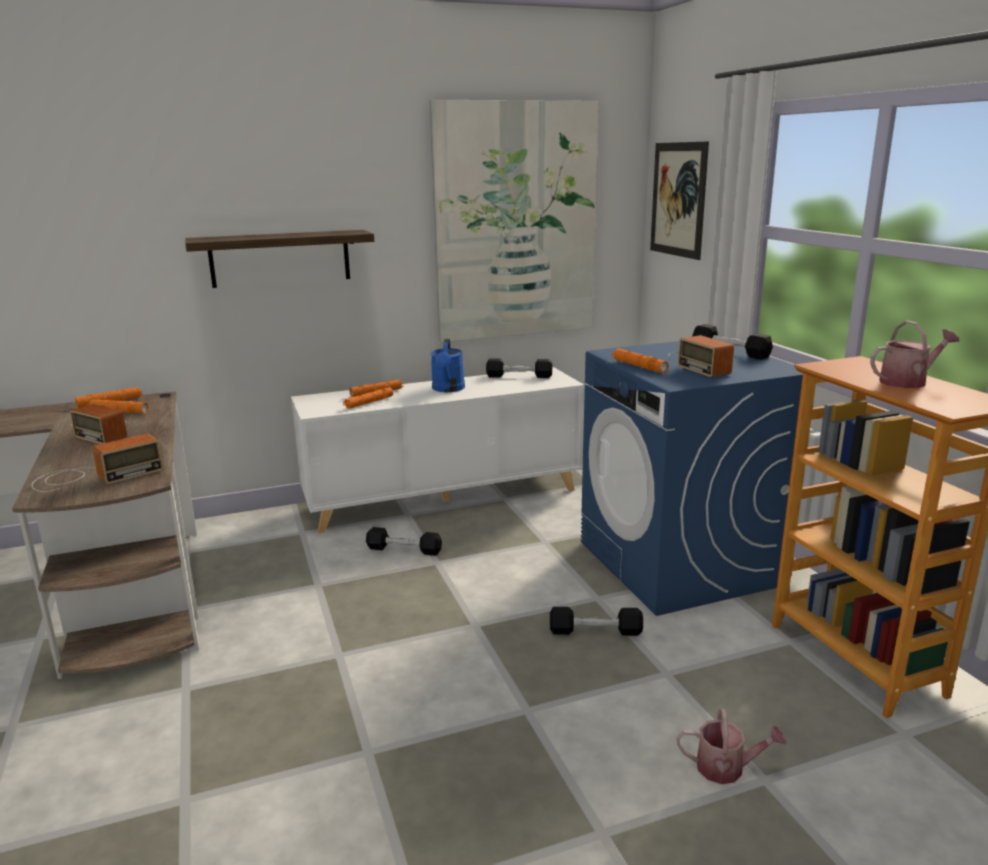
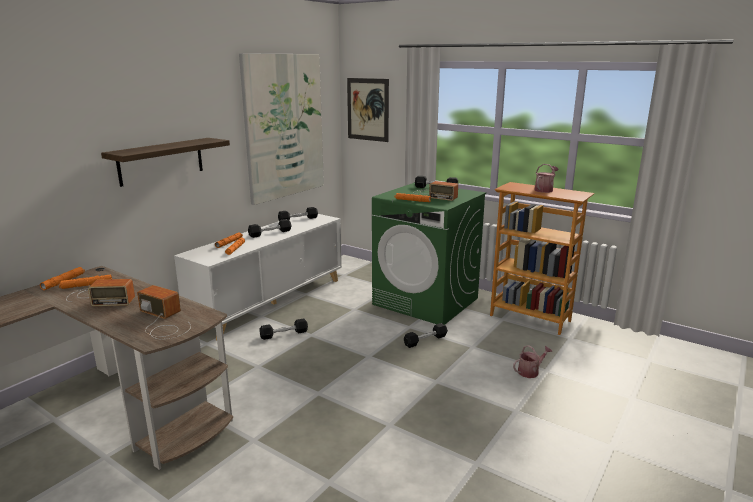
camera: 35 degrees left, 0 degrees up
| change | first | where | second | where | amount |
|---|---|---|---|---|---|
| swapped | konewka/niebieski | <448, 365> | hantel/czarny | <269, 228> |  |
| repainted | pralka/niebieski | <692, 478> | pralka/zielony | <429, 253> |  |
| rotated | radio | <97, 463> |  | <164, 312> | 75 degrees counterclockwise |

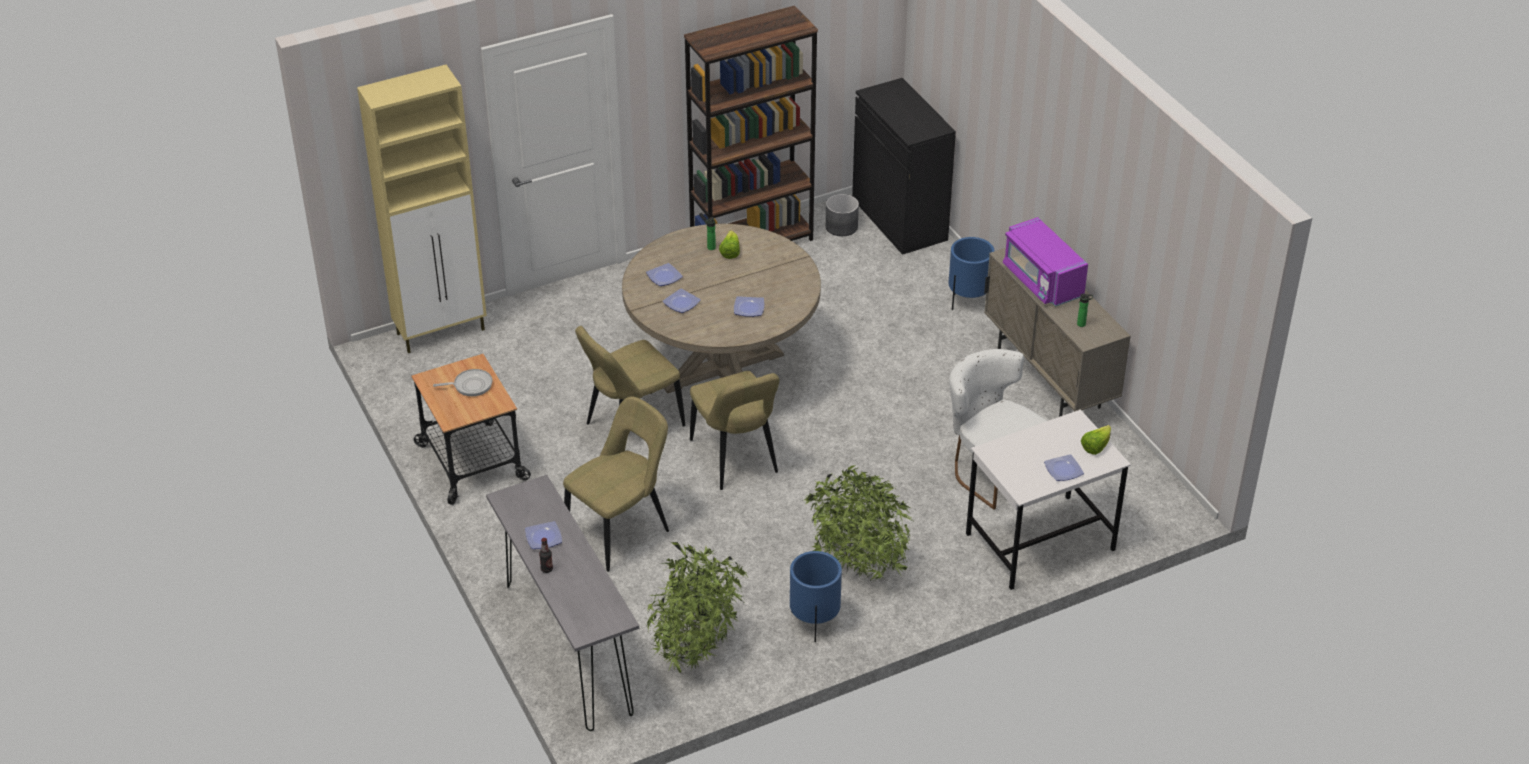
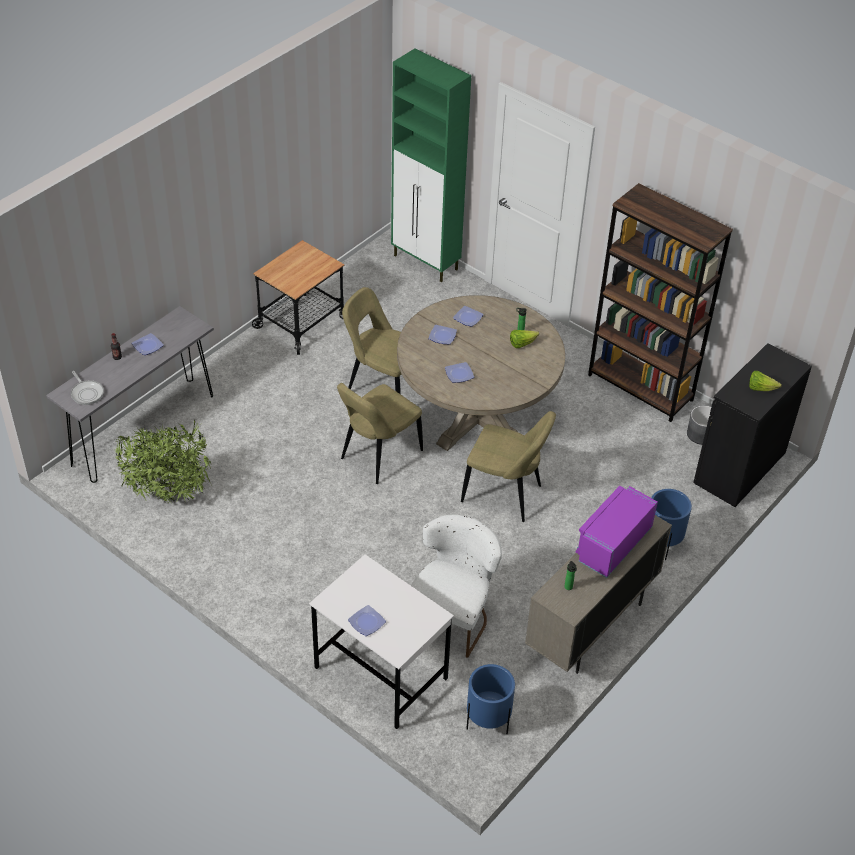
camera: 65 degrees right, 5 degrees up
| change | first | where | second | where | amount |
|---|---|---|---|---|---|
| repainted | szafka/beżowy | <422, 209> | szafka/zielony | <431, 165> |  |
| shifted | patelnia | <462, 382> |  | <87, 388> |  |
| shifted | krzesło/beżowy | <616, 484> |  | <508, 466> |  |
| shifted | sałata | <1096, 440> |  | <765, 381> |  |
| gone | roślina doniczkowa | <859, 524> |  |  |  |
| shifted | donica/niebieski | <816, 596> |  | <490, 699> |  |

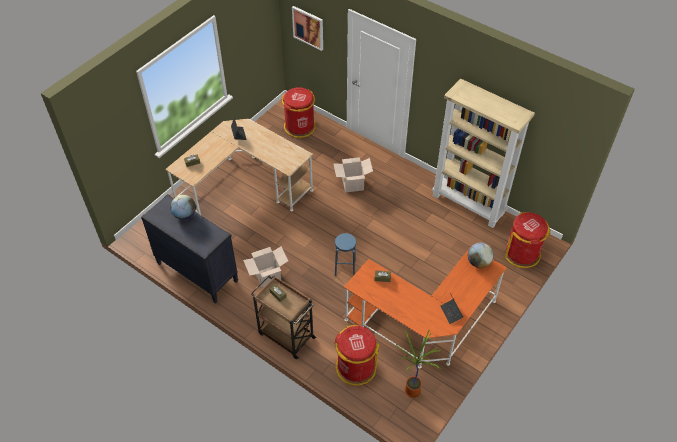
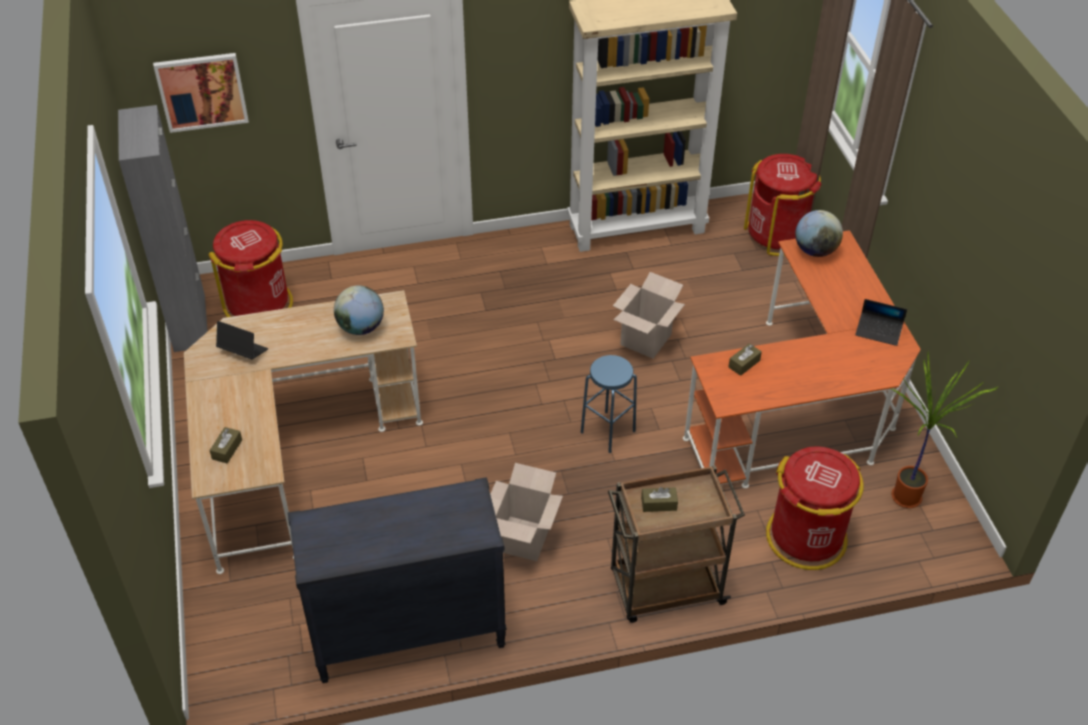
camera: 50 degrees left, 5 degrees down
| change | first | where | second | where | amount |
|---|---|---|---|---|---|
| shifted | karton | <353, 175> |  | <649, 315> |  |
| shifted | globus | <183, 207> |  | <359, 310> |  |
| new |  |  | szafka/szary | <163, 228> |  |

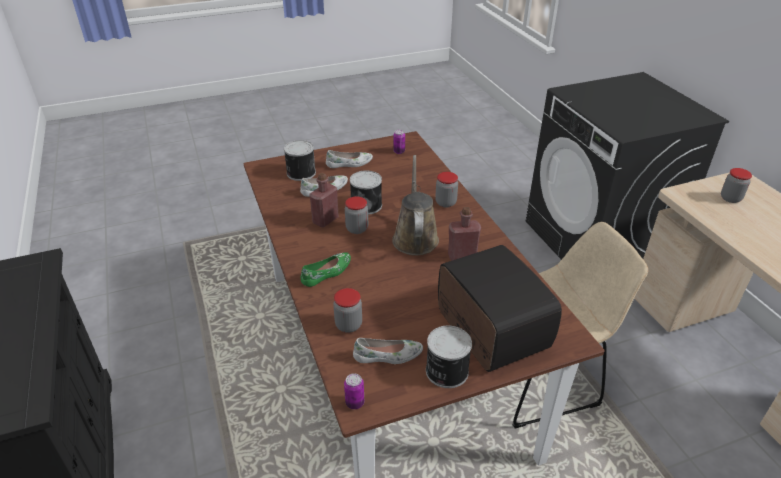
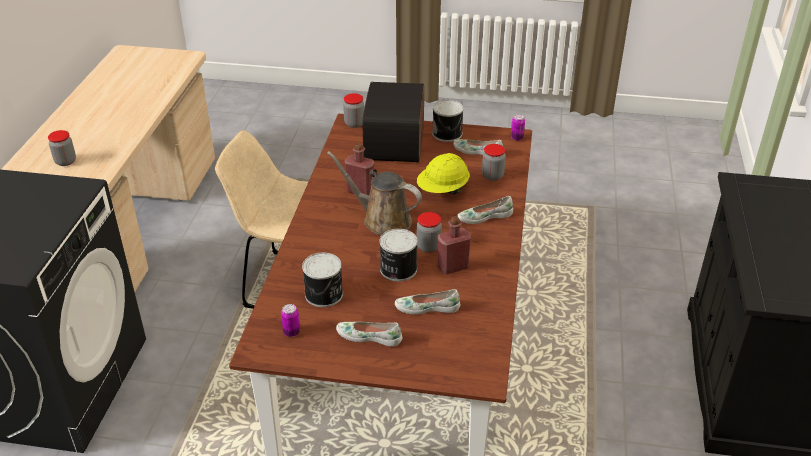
camera: 150 degrees left, 0 degrees up
| change | first | where | second | where | amount |
|---|---|---|---|---|---|
| shifted | puszka | <300, 160> |  | <322, 279> |  |
| rotated | konewka/brązowy | <415, 205> |  | <374, 193> | 90 degrees clockwise |
| shifted | słoik | <446, 190> |  | <353, 110> |  |
| repainted | but/zielony | <326, 269> | but/biały | <485, 210> |  |
| new |  |  | kask/żółty | <443, 173> |  |

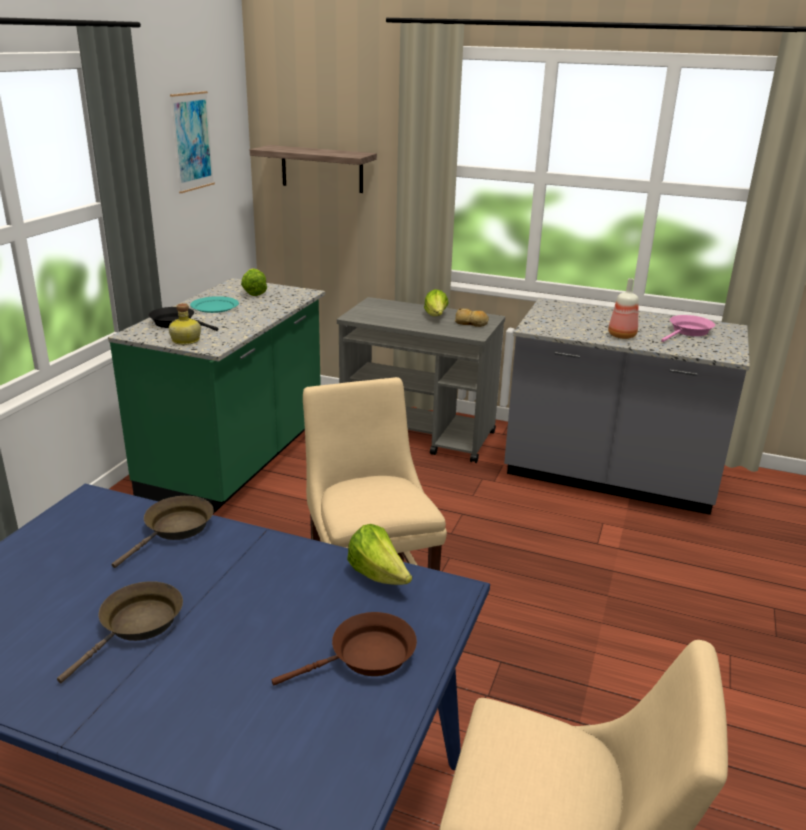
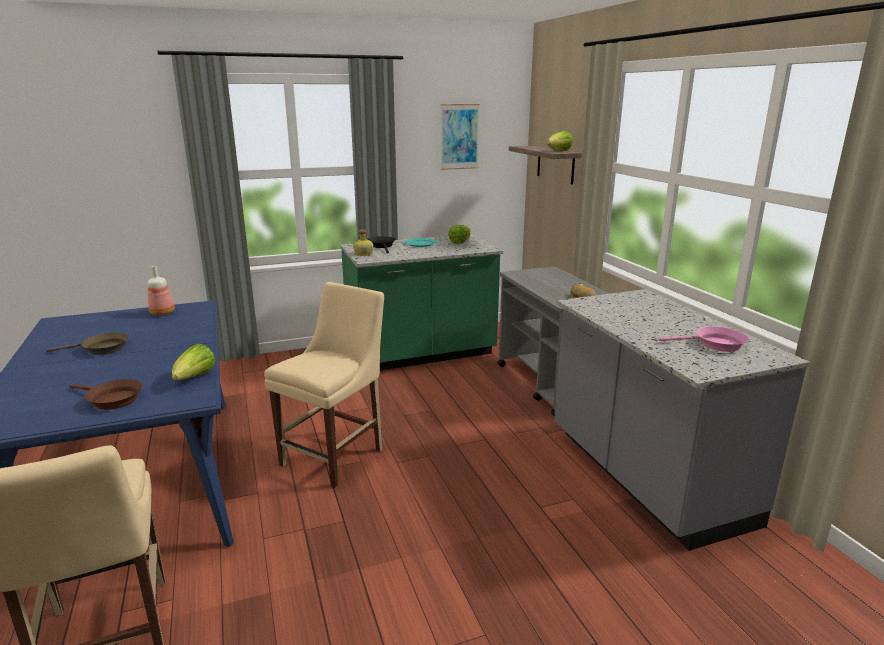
camera: 50 degrees right, 5 degrees down
| change | first | where | second | where | amount |
|---|---|---|---|---|---|
| shifted | butelka | <623, 308> |  | <161, 291> |  |
| shifted | sałata | <436, 302> |  | <560, 140> |  |
| gone | patelnia/brązowy | <162, 532> |  |  |  |

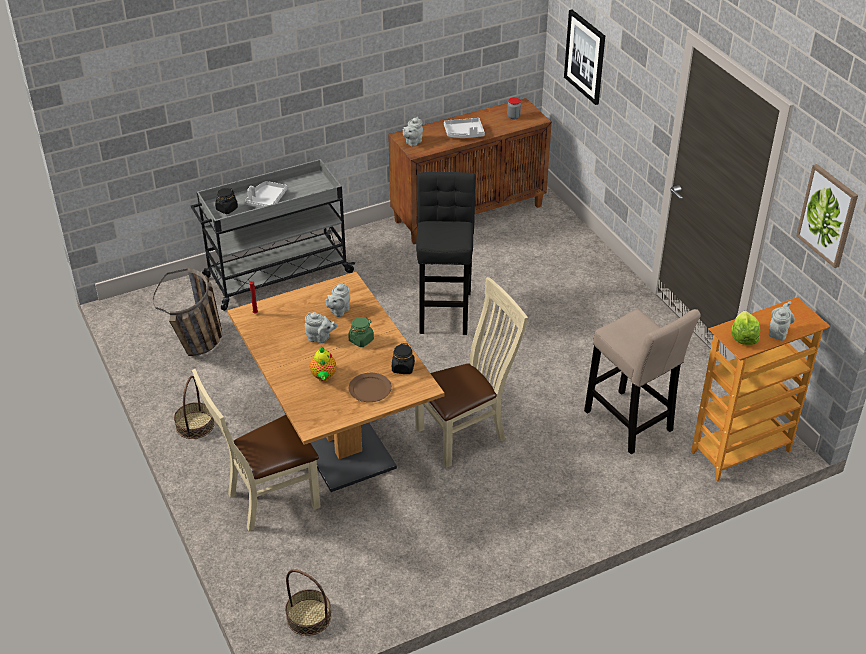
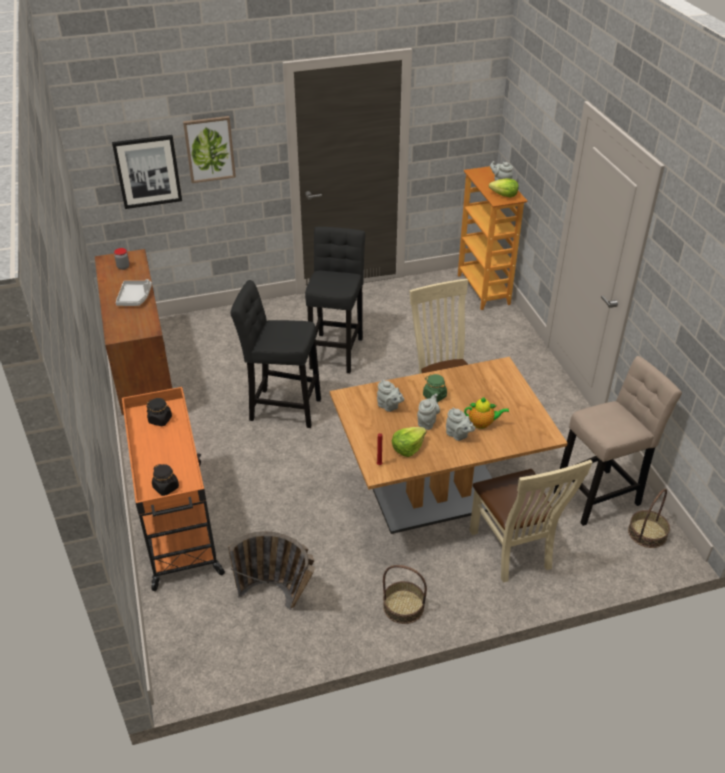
camera: 80 degrees left, 0 degrees up
| change | first | where | second | where | amount |
|---|---|---|---|---|---|
| shifted | imbryk/szary | <413, 132> |  | <460, 424> |  |
| repainted | wózek/szary | <273, 235> | wózek/pomarańczowy | <173, 489> |  |
| shifted | obraz | <827, 216> |  | <209, 149> |  |
| gone | taca/szary | <266, 194> |  |  |  |
| shifted | stołek/beżowy | <642, 381> |  | <618, 441> |  |
| shifted | słoik/czarny | <403, 358> |  | <159, 412> |  |
| gone | talerz/brązowy | <370, 387> |  |  |  |
| new |  |  | stołek/czarny | <335, 300> |  |
| new |  |  | sałata | <409, 442> |  |

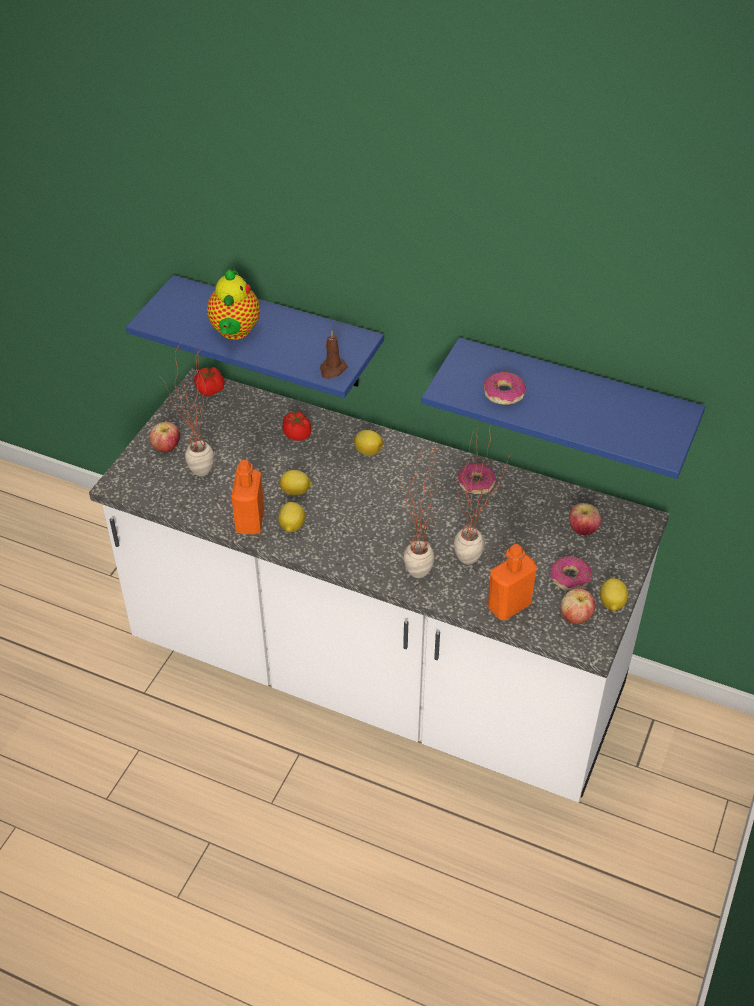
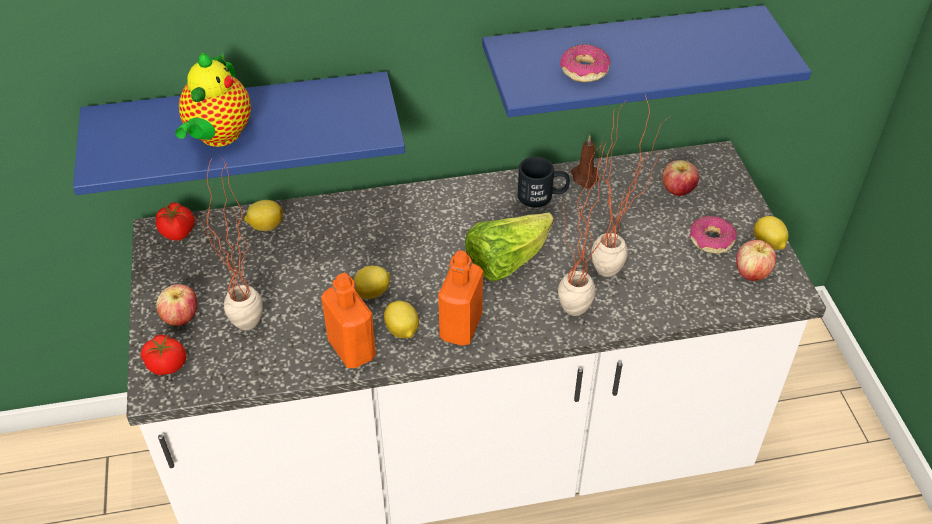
camera: 35 degrees left, 0 degrees up
| change | first | where | second | where | amount |
|---|---|---|---|---|---|
| rotated | imbryk | <233, 304> |  | <213, 100> | 45 degrees clockwise |
| shifted | świeca/brązowy | <333, 354> |  | <585, 162> |  |
| shifted | pomidor | <296, 426> |  | <164, 355> |  |
| shifted | cytryna | <368, 443> |  | <263, 215> |  |
| swapped | donut | <476, 478> | kubek/czarny | <544, 182> |  |
| shifted | butelka/pomarańczowy | <512, 582> |  | <460, 297> |  |
| new |  |  | sałata | <509, 247> |  |

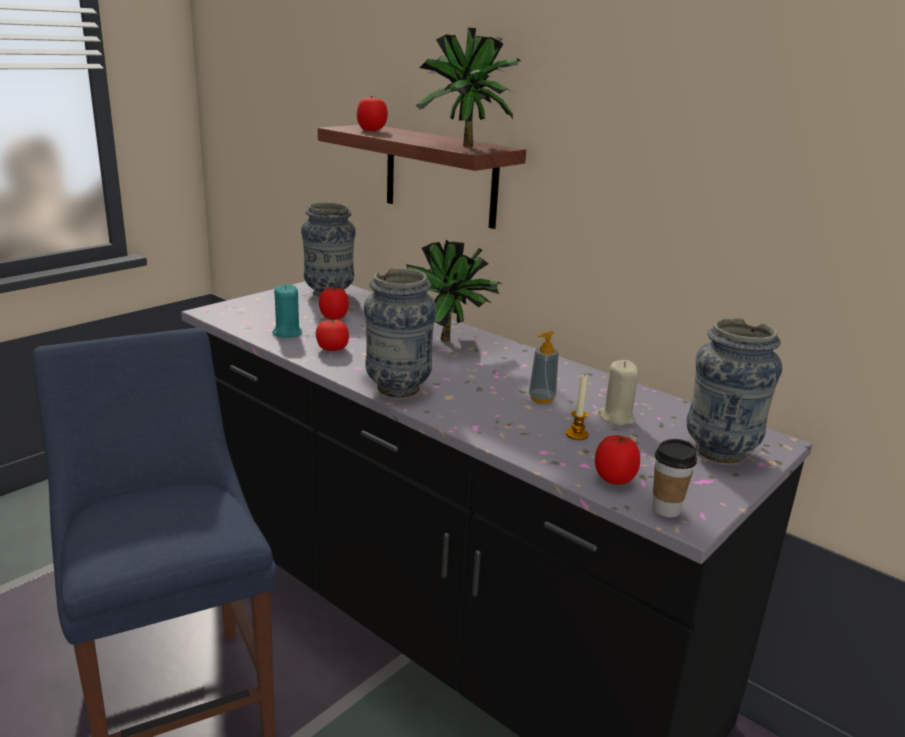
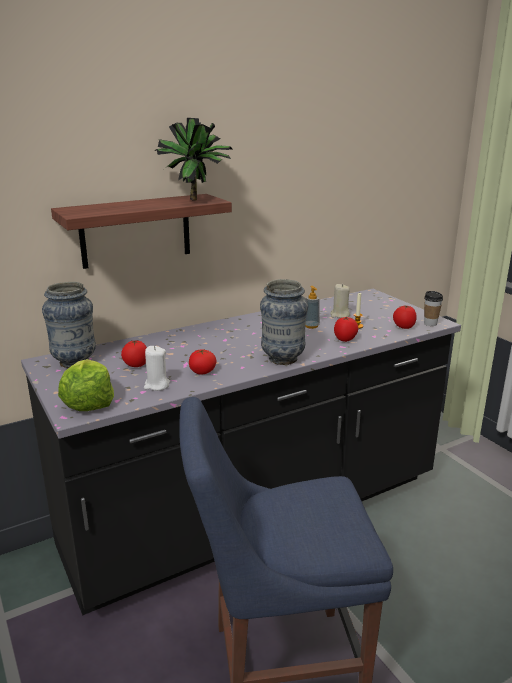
camera: 70 degrees left, 0 degrees up
| change | first | where | second | where | amount |
|---|---|---|---|---|---|
| shifted | pomidor | <372, 113> |  | <346, 329> |  |
| gone | roślina doniczkowa | <454, 291> |  |  |  |
| repainted | świeca/turkusowy | <287, 311> | świeca/biały | <157, 368> |  |
| gone | wazon | <734, 390> |  |  |  |
| new |  |  | sałata | <86, 385> |  |

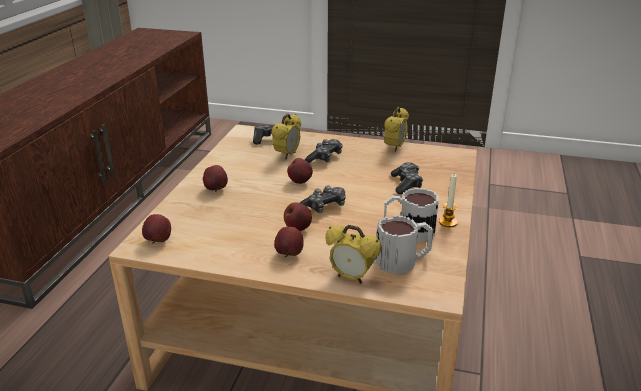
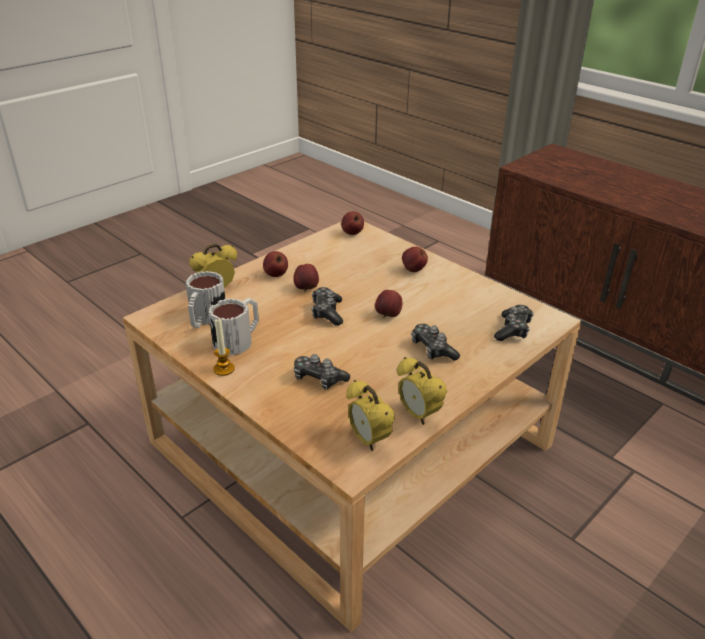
camera: 120 degrees right, 5 degrees up
| change | first | where | second | where | amount |
|---|---|---|---|---|---|
| shifted | budzik | <286, 136> |  | <370, 415> |  |

